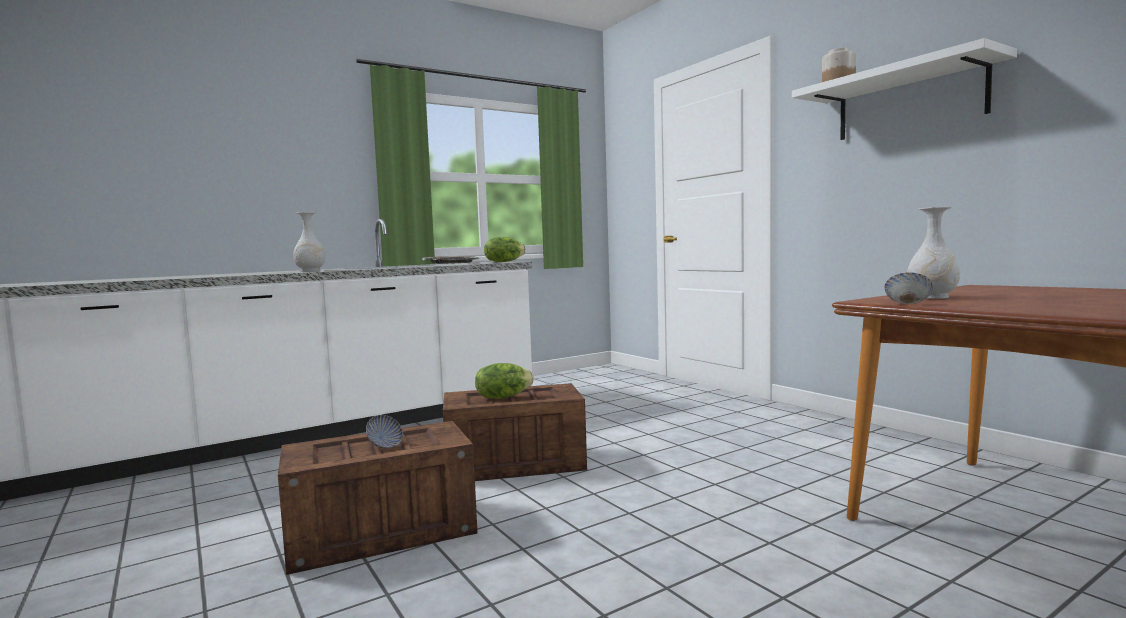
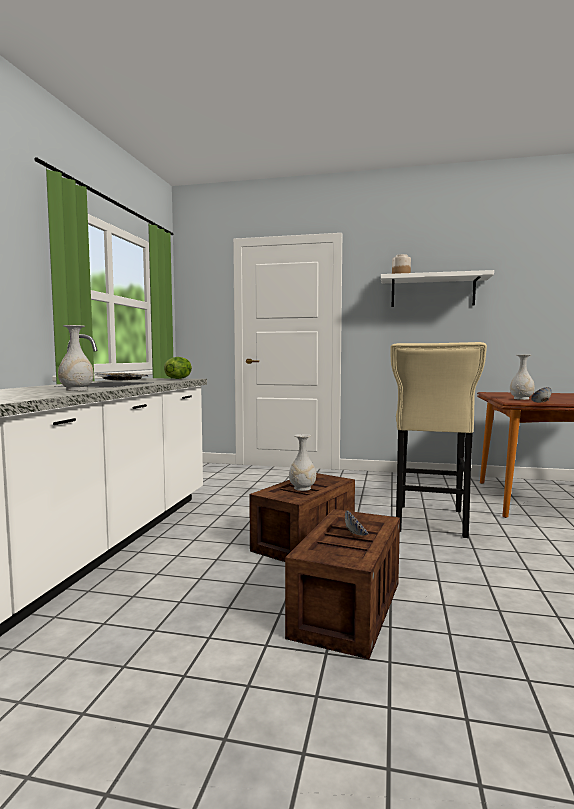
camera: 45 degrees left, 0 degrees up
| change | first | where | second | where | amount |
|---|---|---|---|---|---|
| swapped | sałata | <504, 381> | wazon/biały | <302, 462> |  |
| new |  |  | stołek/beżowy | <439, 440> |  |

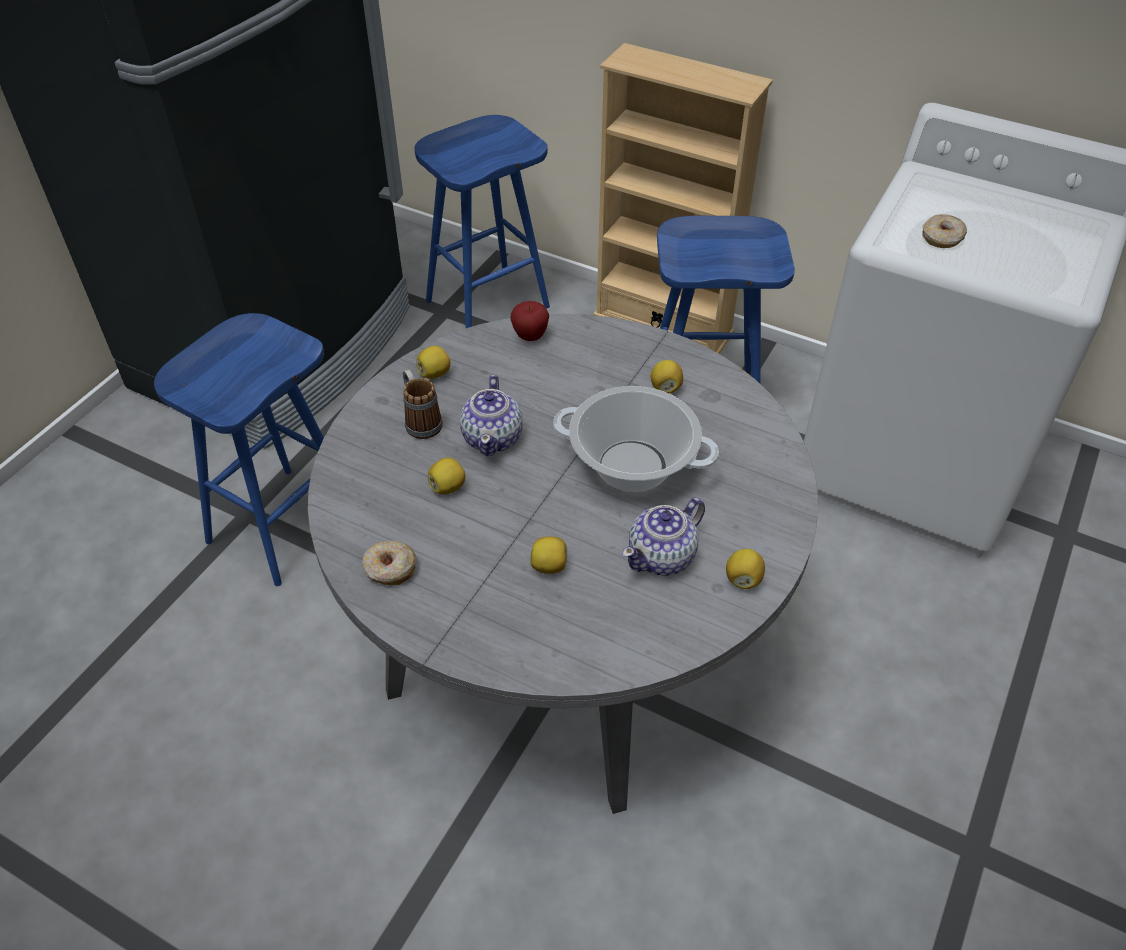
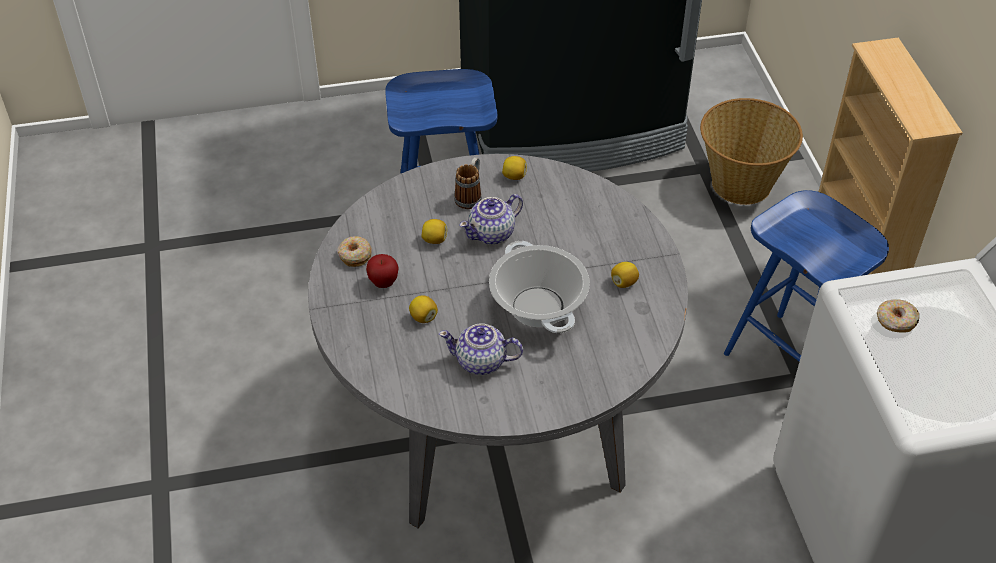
camera: 50 degrees right, 0 degrees up
| change | first | where | second | where | amount |
|---|---|---|---|---|---|
| swapped | stołek/niebieski | <482, 221> | koszyk | <751, 151> |  |
| shifted | jabłko | <529, 321> |  | <382, 271> |  |
| gone | cytryna | <745, 569> |  |  |  |

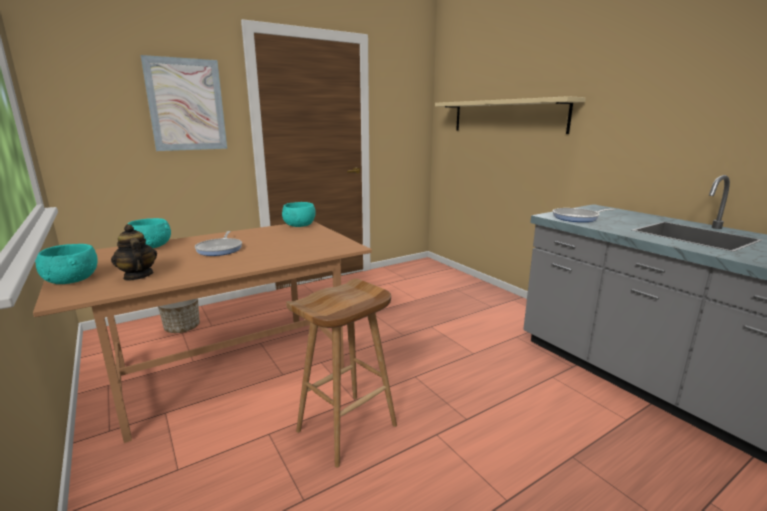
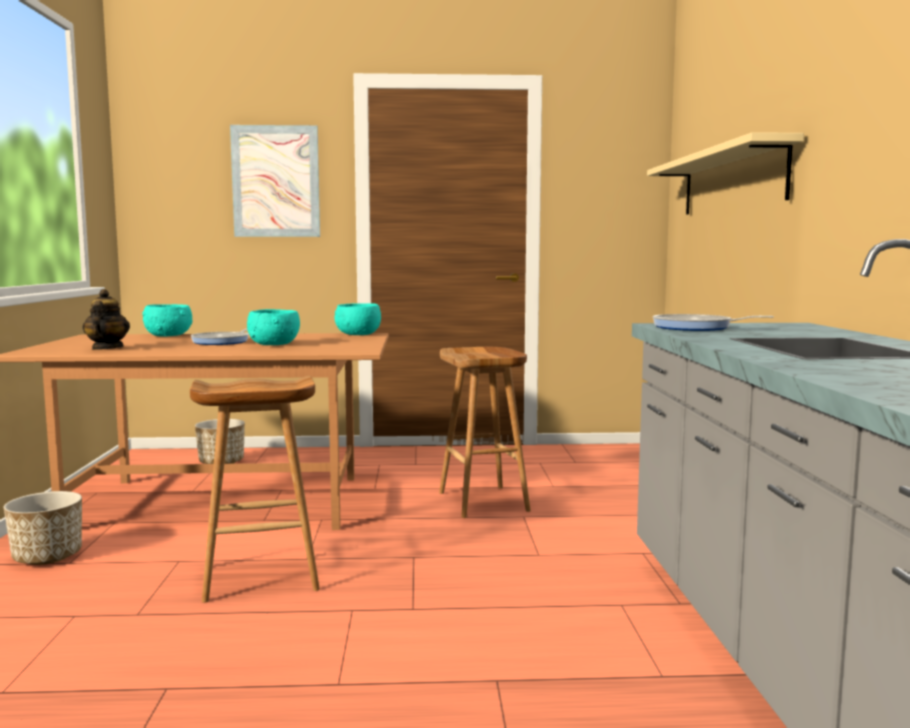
camera: 30 degrees right, 10 degrees down
| change | first | where | second | where | amount |
|---|---|---|---|---|---|
| shifted | miska/turkusowy | <66, 264> |  | <273, 327> |  |
| new |  |  | stołek/brązowy | <485, 432> |  |
| new |  |  | donica | <43, 528> |  |

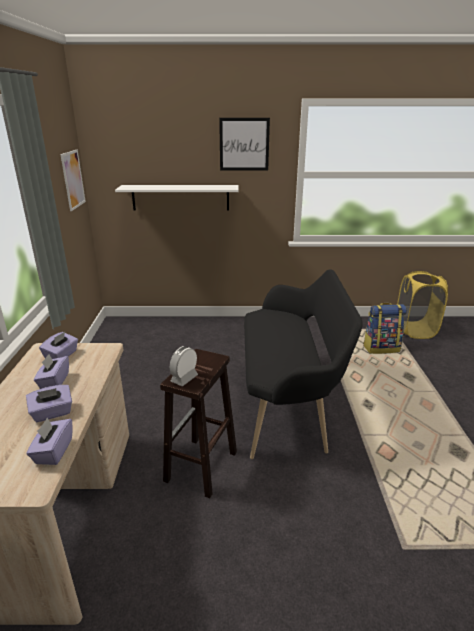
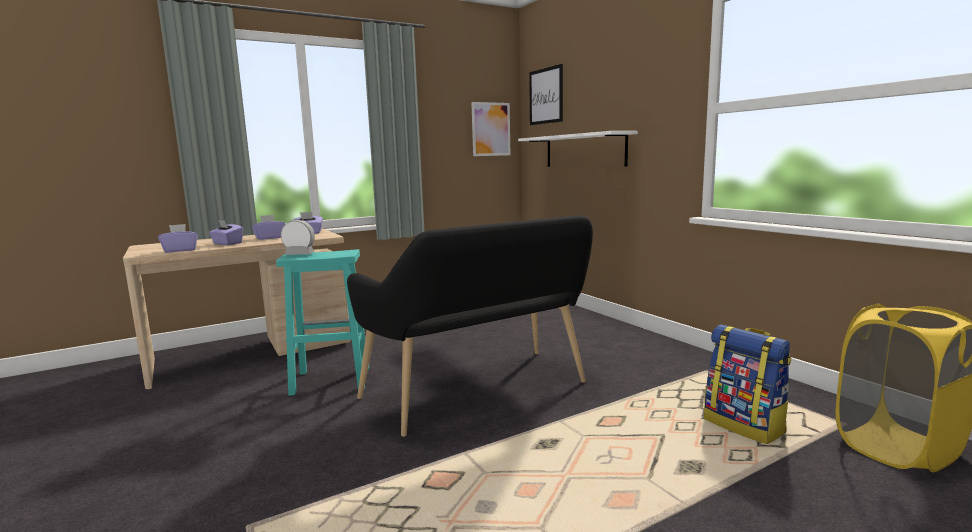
camera: 60 degrees right, 15 degrees down
| change | first | where | second | where | amount |
|---|---|---|---|---|---|
| shifted | obraz | <244, 144> |  | <546, 94> |  |
| repainted | stołek/brązowy | <198, 423> | stołek/turkusowy | <322, 322> |  |

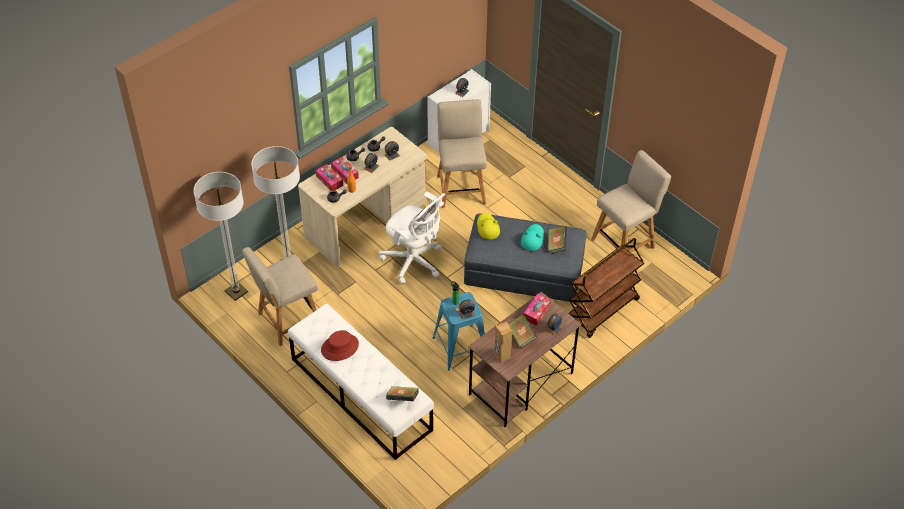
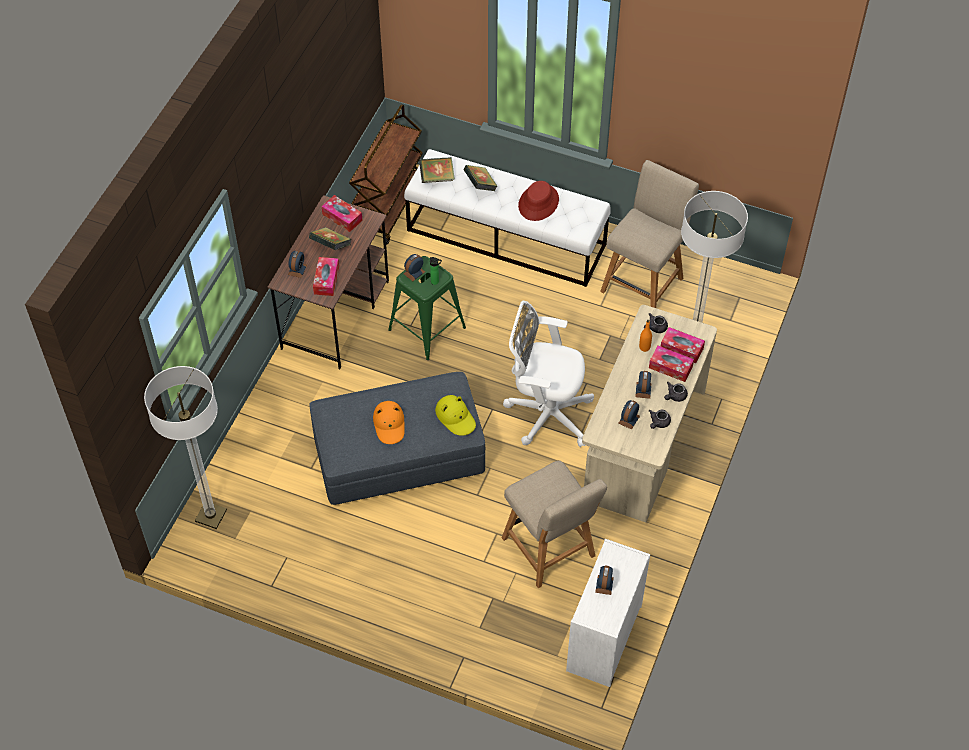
camera: 155 degrees right, 5 degrees up
| change | first | where | second | where | amount |
|---|---|---|---|---|---|
| gone | krzesło/beżowy | <631, 201> |  |  |  |
| shifted | lampa stojąca | <221, 236> |  | <185, 447> |  |
| repainted | kapelusz/turkusowy | <532, 237> | kapelusz/pomarańczowy | <389, 422> |  |
| shifted | książka | <557, 240> |  | <480, 178> |  |
| shifted | wózek/brązowy | <606, 288> |  | <386, 174> |  |
| repainted | stołek/niebieski | <459, 331> | stołek/zielony | <427, 308> |  |
| swapped | głośnik/brązowy | <503, 342> | pudełko chusteczek | <342, 213> |  |

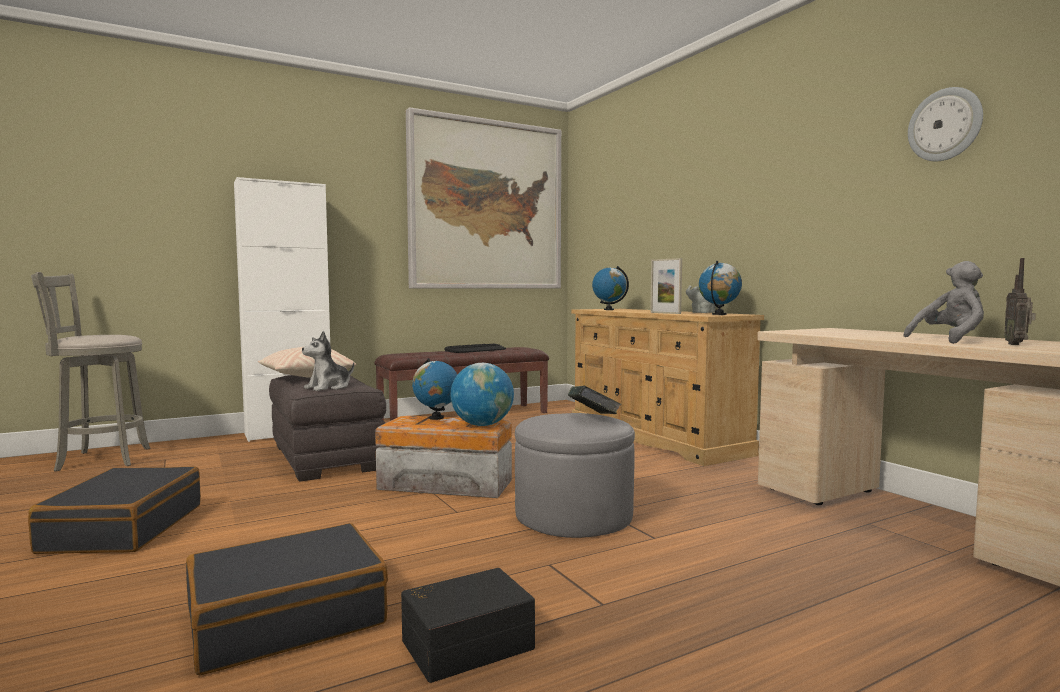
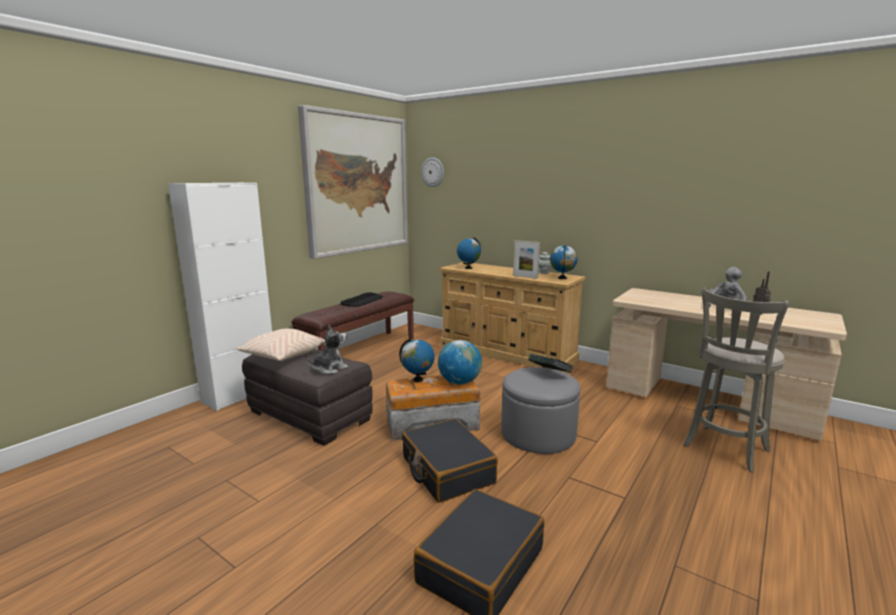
camera: 25 degrees left, 10 degrees up
| change | first | where | second | where | amount |
|---|---|---|---|---|---|
| shifted | zegar ścienny | <945, 124> |  | <432, 172> |  |
| shifted | stołek/szary | <90, 372> |  | <736, 380> |  |
| rotated | pluszak | <328, 361> |  | <327, 349> | 150 degrees counterclockwise |
| shifted | walizka/czarny | <114, 510> |  | <450, 461> |  |
| gone | pojemnik do przechowywania/czarny | <468, 625> |  |  |  |

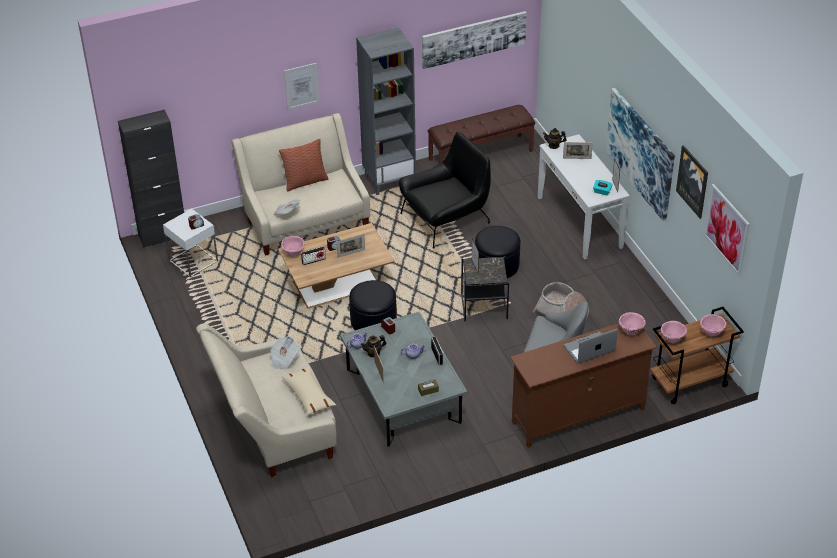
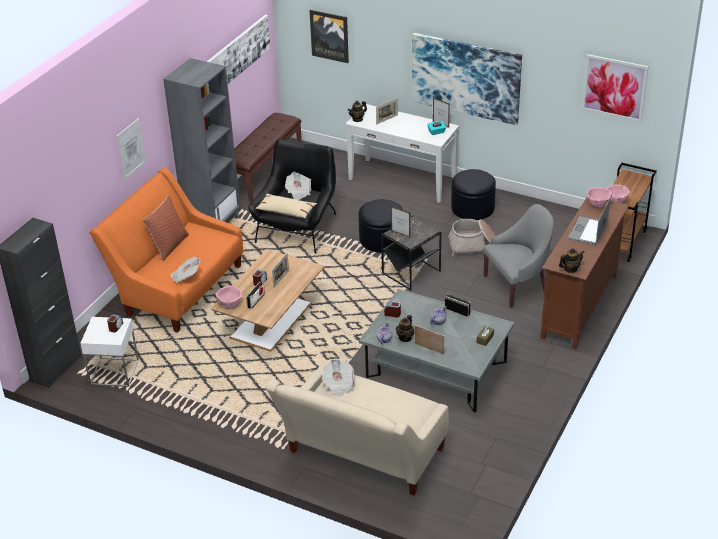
camera: 40 degrees left, 5 degrees down
| change | first | where | second | where | amount |
|---|---|---|---|---|---|
| repainted | kanapa/beżowy | <300, 184> | kanapa/pomarańczowy | <166, 250> |  |
| shifted | obraz | <692, 182> |  | <329, 36> |  |
| shifted | pufa/czarny | <373, 305> |  | <473, 194> |  |
| gone | miska/różowy | <713, 325> |  |  |  |
| shifted | poduszka/beżowy | <308, 391> |  | <286, 205> |  |
| new |  |  | gazeta | <298, 186> |  |
| new |  |  | imbryk | <571, 260> |  |

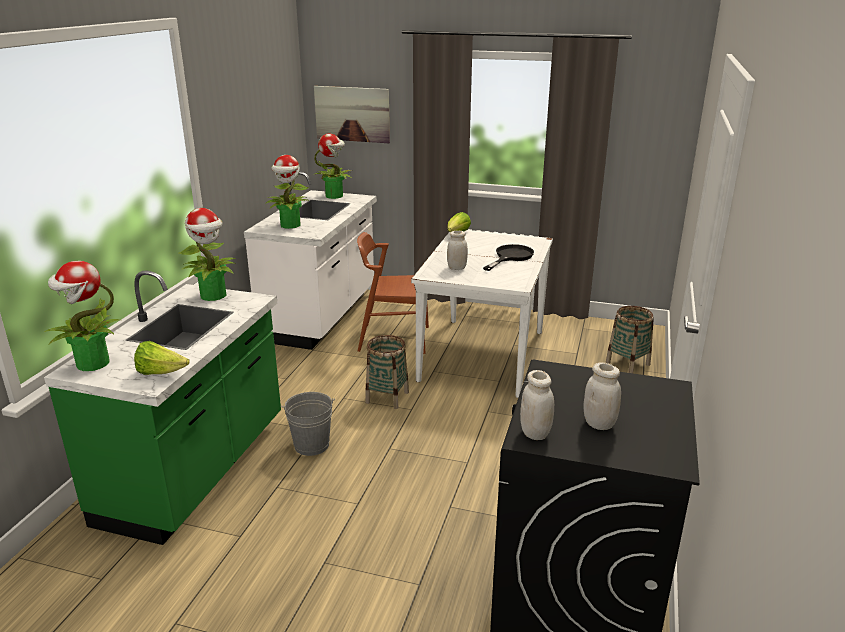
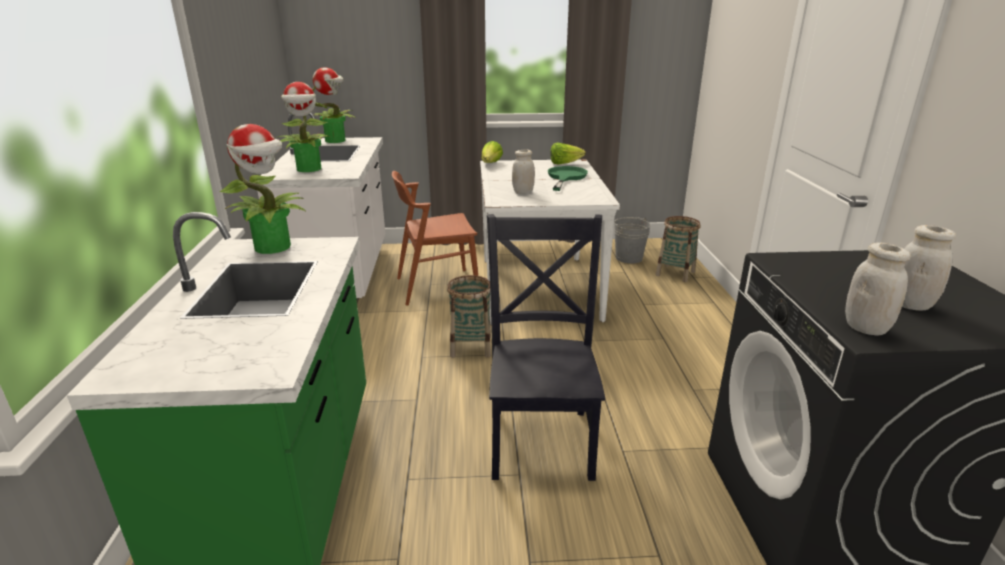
camera: 20 degrees left, 0 degrees up
| change | first | where | second | where | amount |
|---|---|---|---|---|---|
| gone | obraz | <352, 114> |  |  |  |
| repainted | patelnia/czarny | <508, 257> | patelnia/zielony | <568, 178> |  |
| gone | roślina doniczkowa | <83, 316> |  |  |  |
| shifted | sałata | <162, 358> |  | <568, 153> |  |
| shifted | wiadro/szary | <308, 424> |  | <632, 240> |  |
| new |  |  | krzesło/czarny | <546, 347> |  |

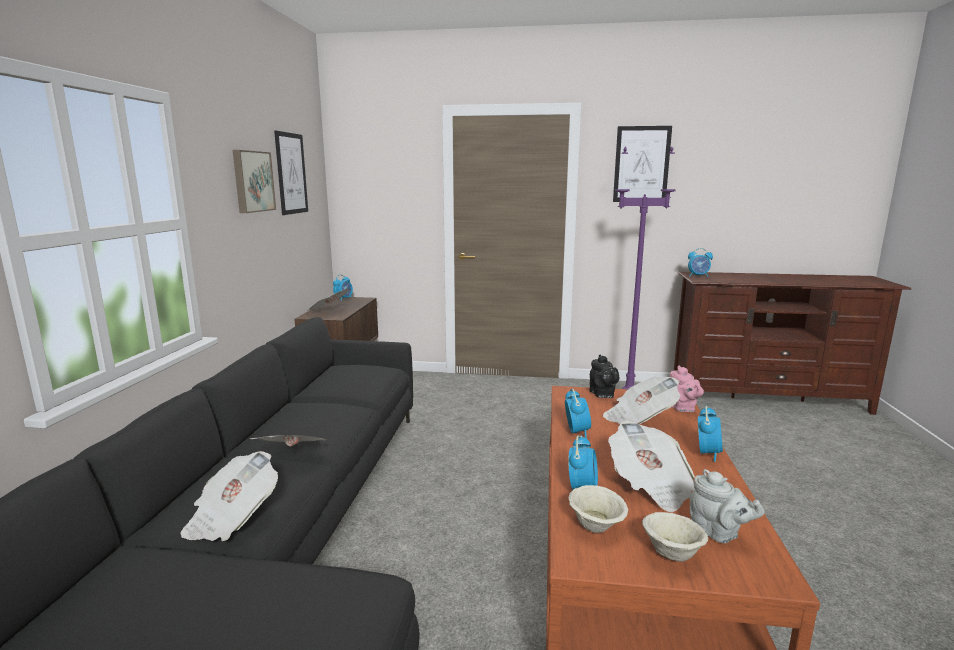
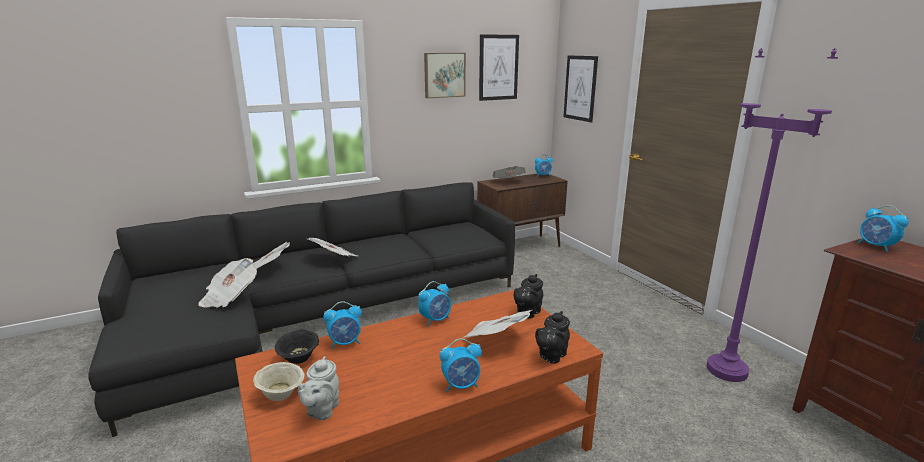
camera: 55 degrees right, 5 degrees up
| change | first | where | second | where | amount |
|---|---|---|---|---|---|
| shifted | obraz | <642, 164> |  | <580, 88> |  |
| repainted | imbryk/różowy | <687, 389> | imbryk/czarny | <552, 337> |  |
| shifted | gazeta | <651, 467> |  | <227, 282> |  |
| repainted | miska/beżowy | <598, 509> | miska/czarny | <297, 346> |  |

